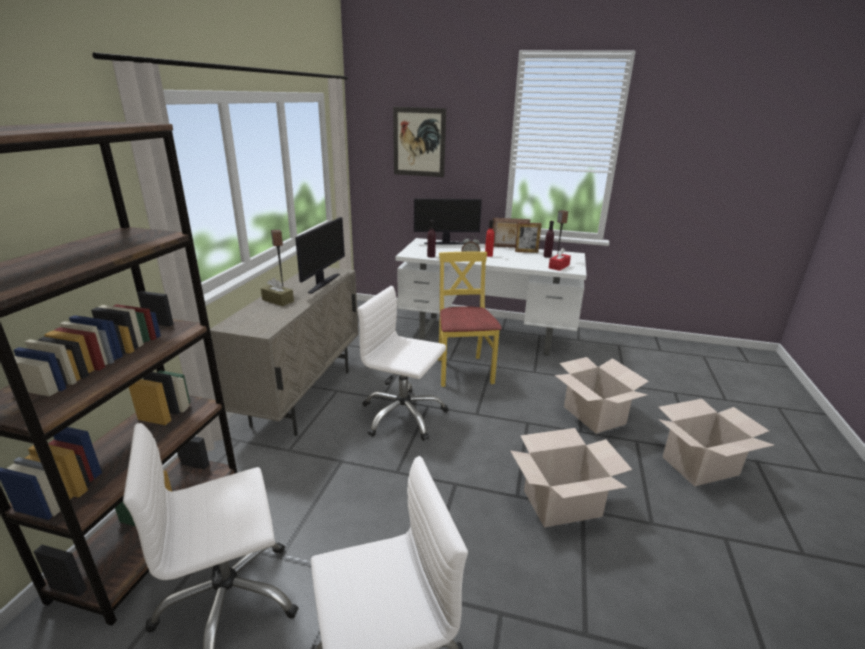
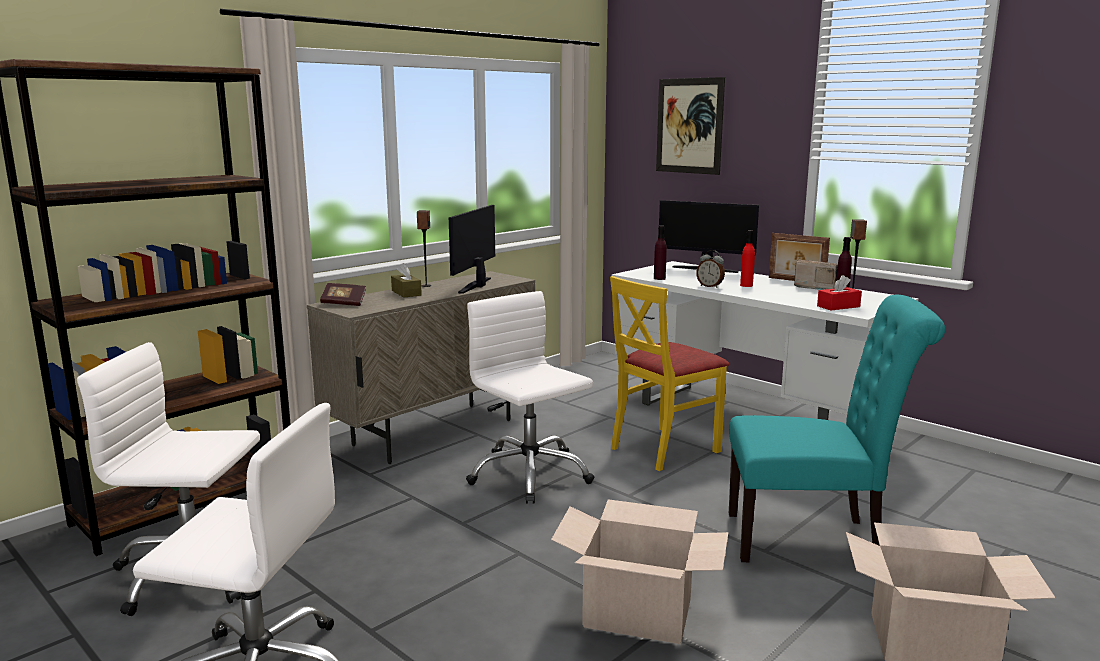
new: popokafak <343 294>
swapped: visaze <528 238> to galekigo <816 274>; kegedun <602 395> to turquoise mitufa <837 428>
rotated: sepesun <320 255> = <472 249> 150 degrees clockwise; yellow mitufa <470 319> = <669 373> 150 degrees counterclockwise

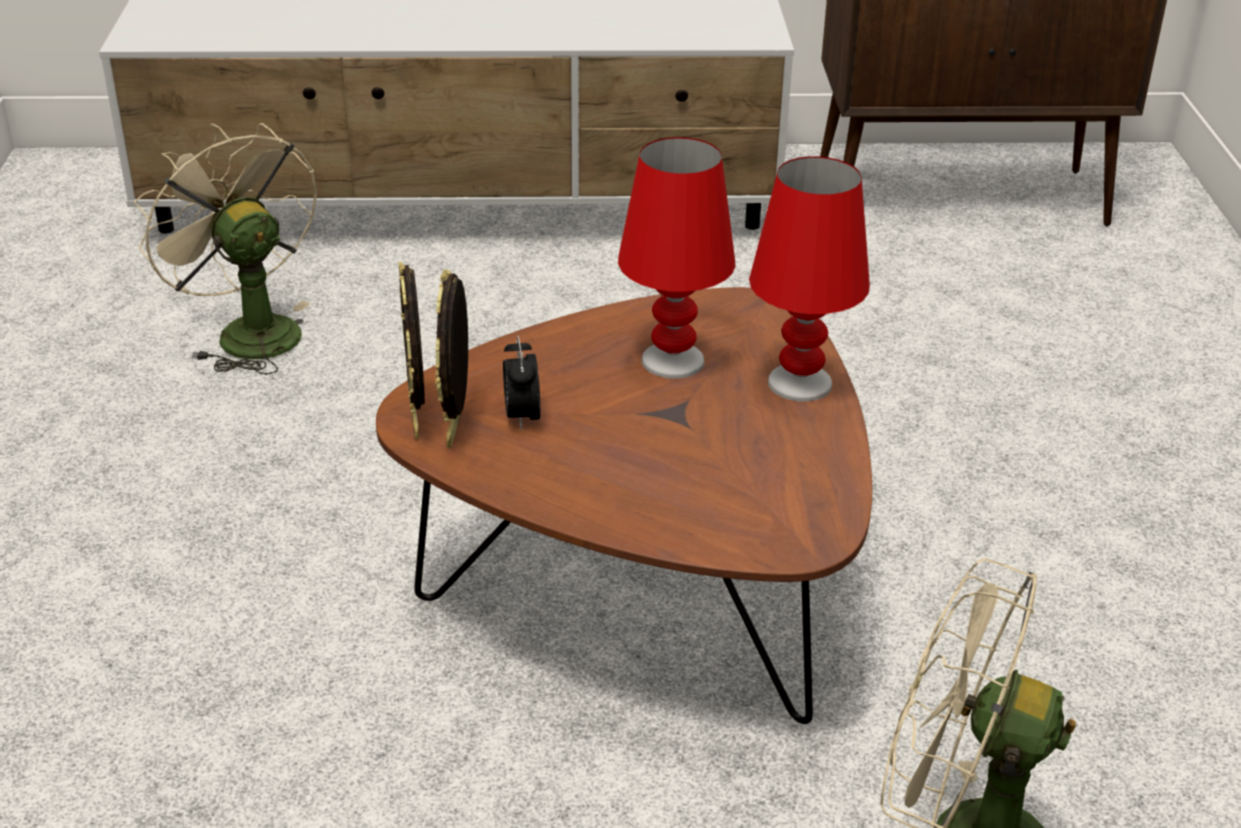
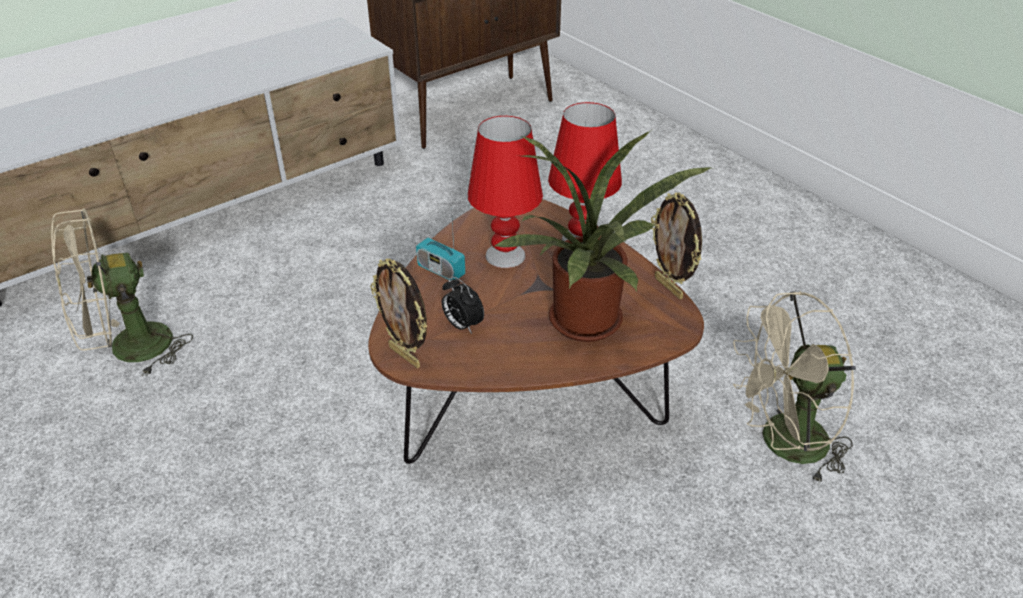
new: galekigo <440 244>; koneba <602 236>
shifted: visaze <451 359> to <676 246>
rotated: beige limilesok <225 249> = <122 293> 45 degrees counterclockwise

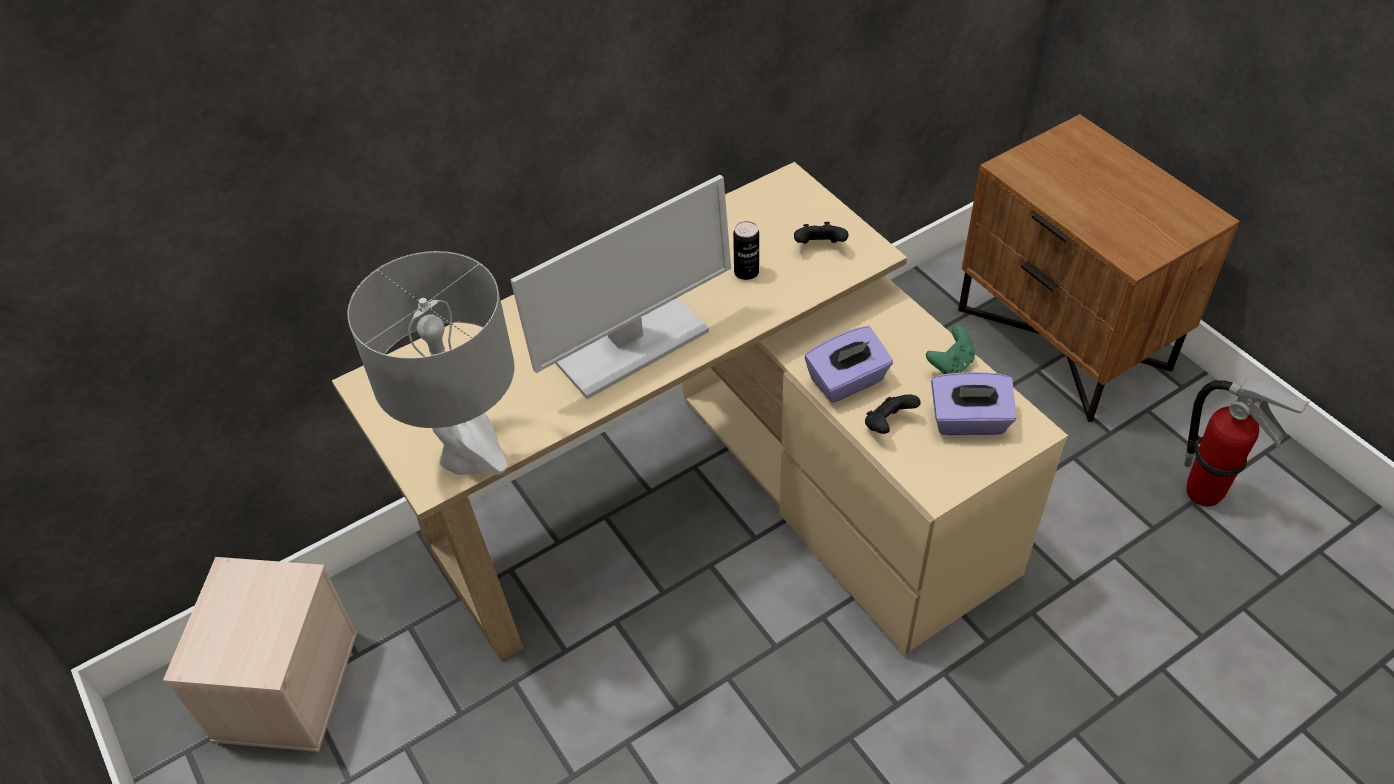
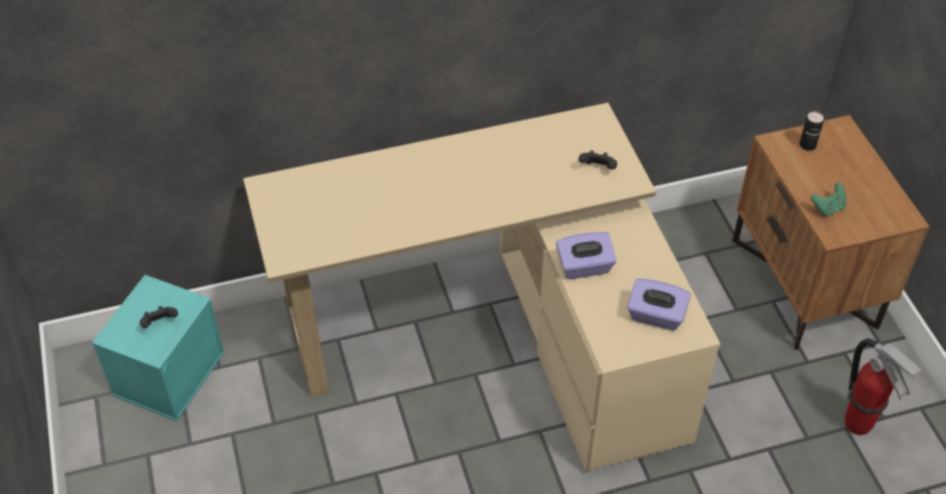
gone: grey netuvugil <431 363>; sepesun <620 287>
shifted: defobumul <746 250> to <811 131>; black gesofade <893 414> to <159 317>; green gesofade <950 349> to <828 199>
repainted: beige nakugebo <260 654> to turquoise nakugebo <158 348>

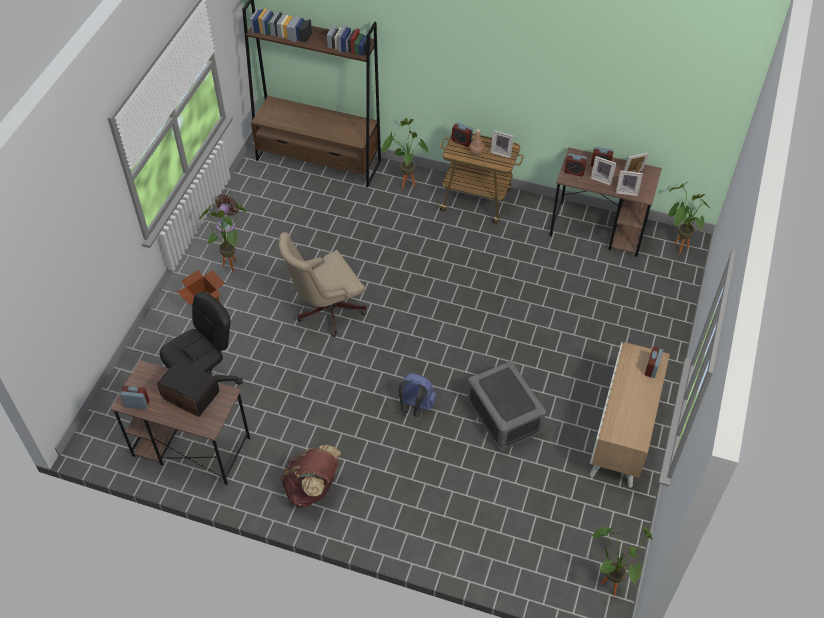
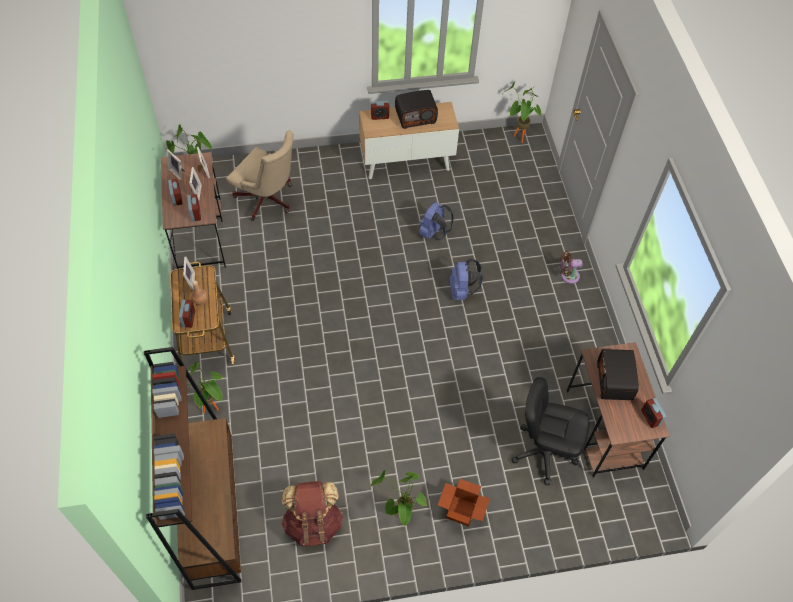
new: galekigo <416 109>
shifted: brown limilesok <227 213> to <571 267>; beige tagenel <323 284> to <260 175>; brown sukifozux <310 476> to <312 513>
swapped: grey nakugebo <506 406> to blue sukifozux <436 221>

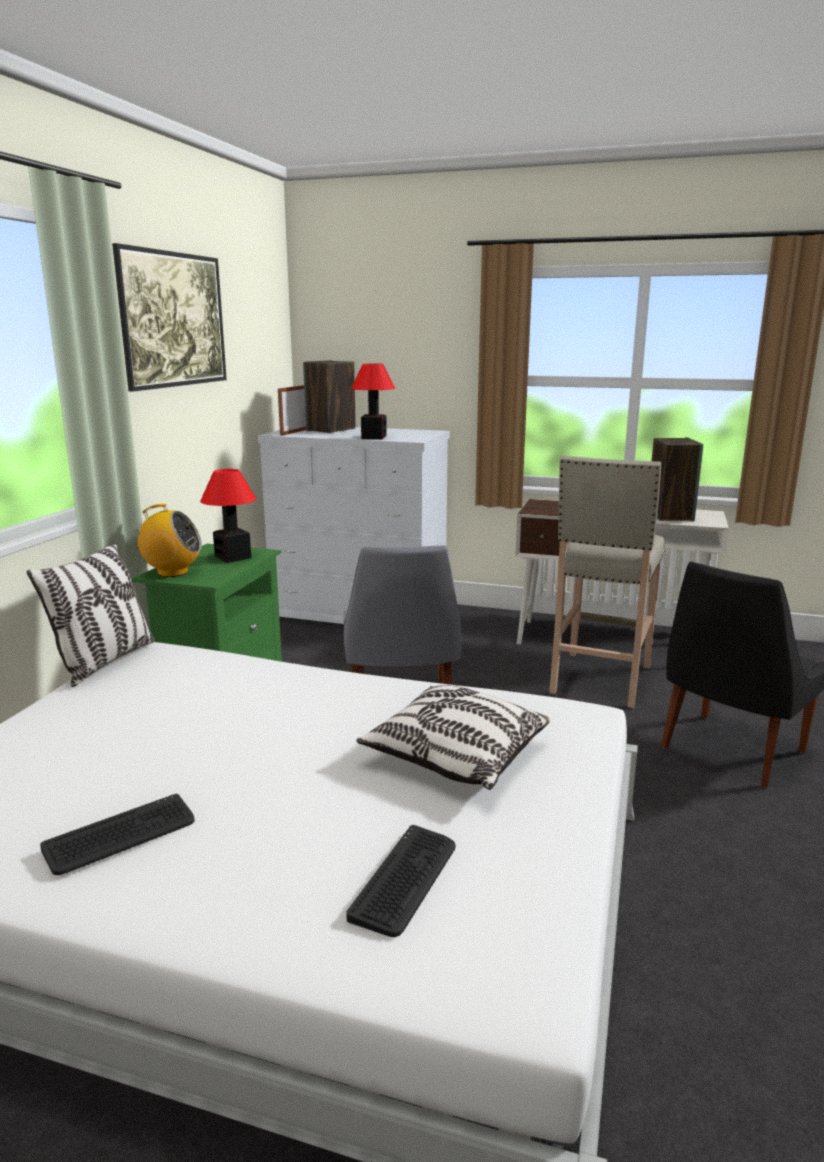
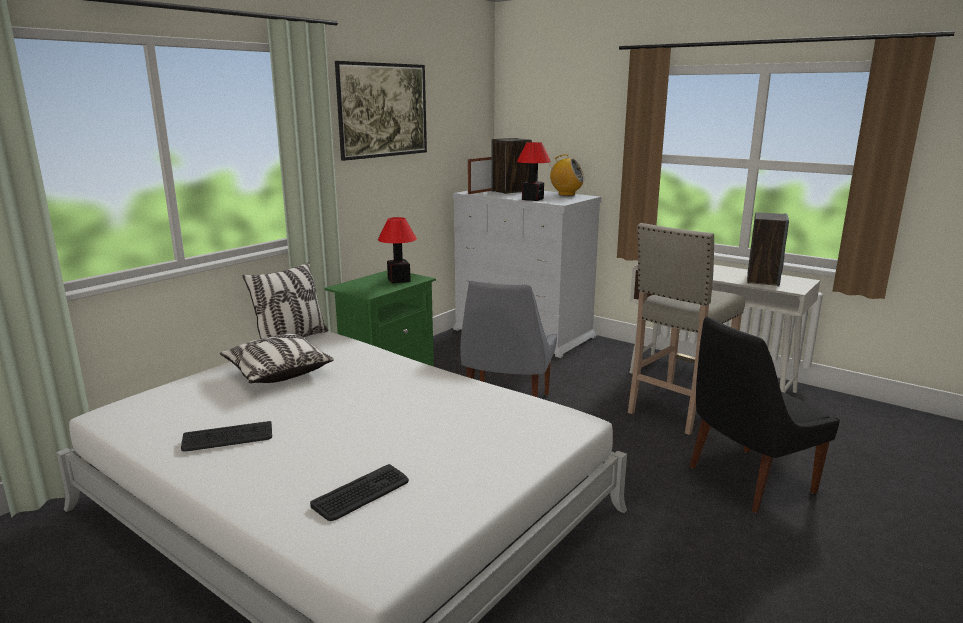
shifted: galekigo <165 540> to <567 175>; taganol <453 737> to <277 358>

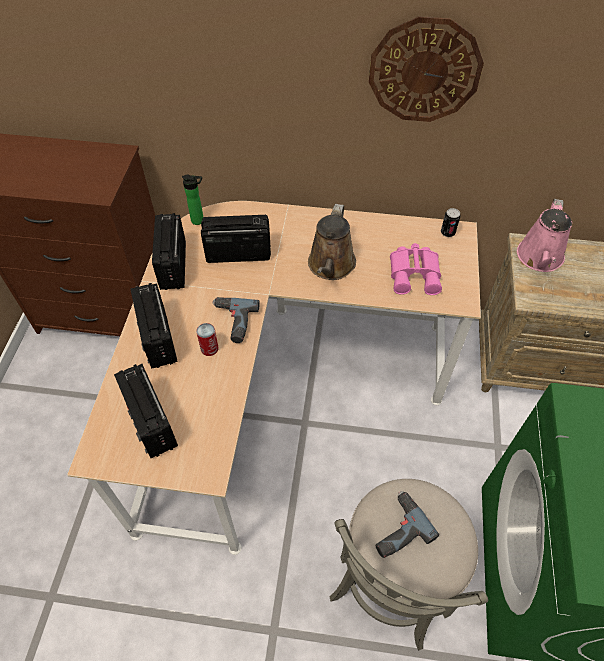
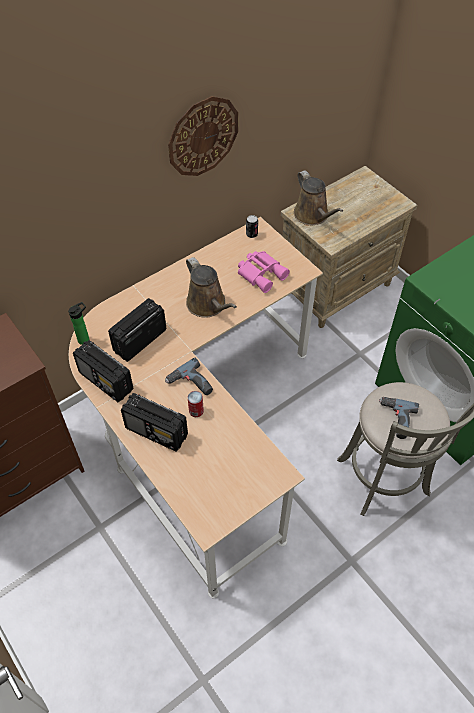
gone: galekigo <146 411>
repainted: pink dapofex <544 235> to brown dapofex <318 197>

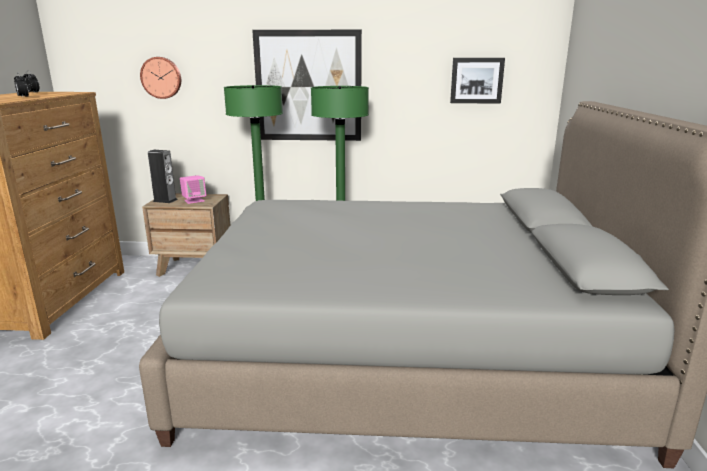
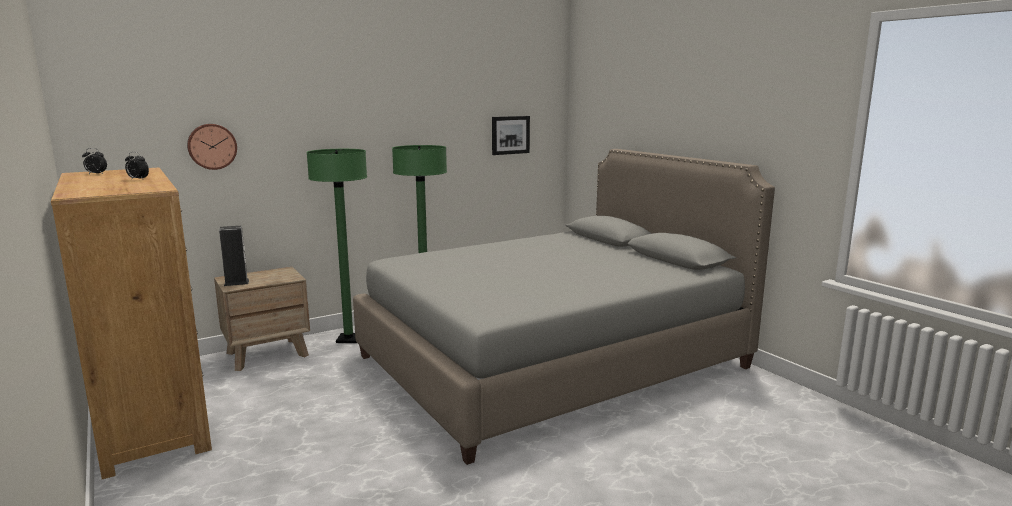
gone: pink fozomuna <193 189>; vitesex <307 85>

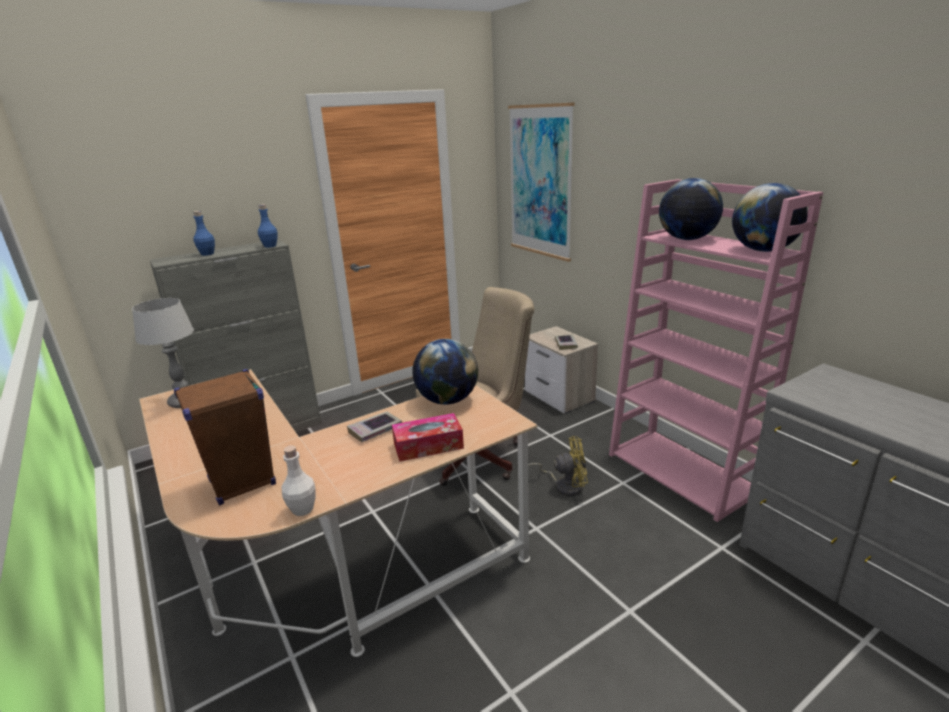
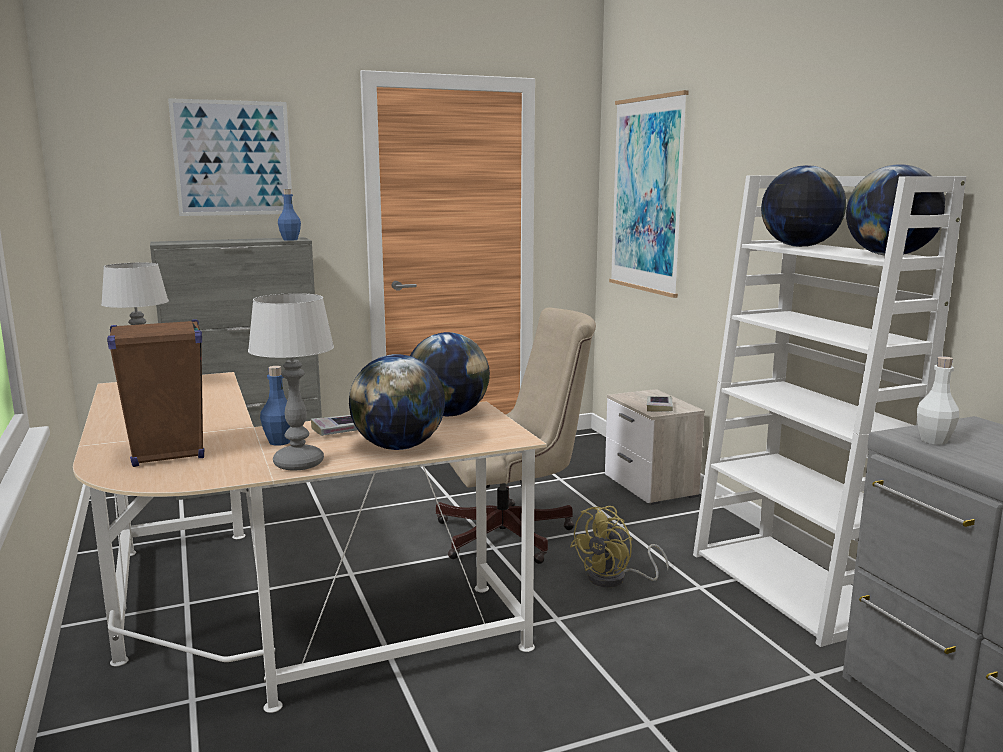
new: vitesex <230 157>; netuvugil <291 382>
shifted: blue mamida <204 233> to <275 406>; white mamida <299 480> to <938 400>
swapped: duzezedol <428 437> to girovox <397 402>
repainted: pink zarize <716 350> to white zarize <829 411>
rotated: yellow limilesok <558 466> = <619 547> 120 degrees clockwise

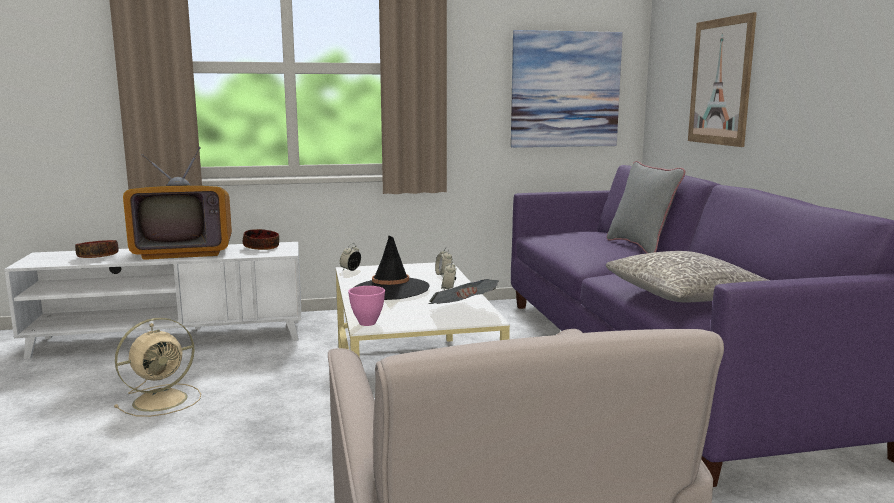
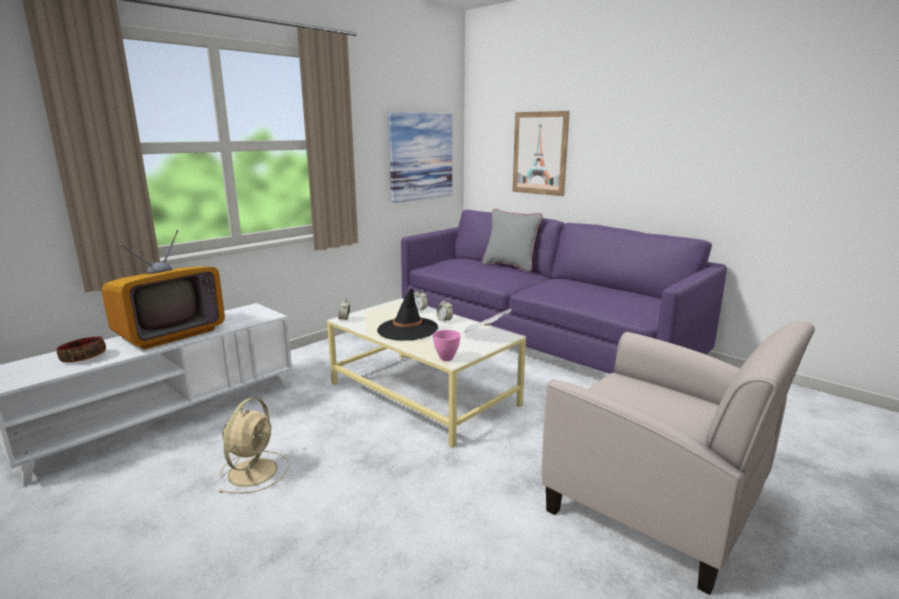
gone: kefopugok <261 239>; grey taganol <687 276>

